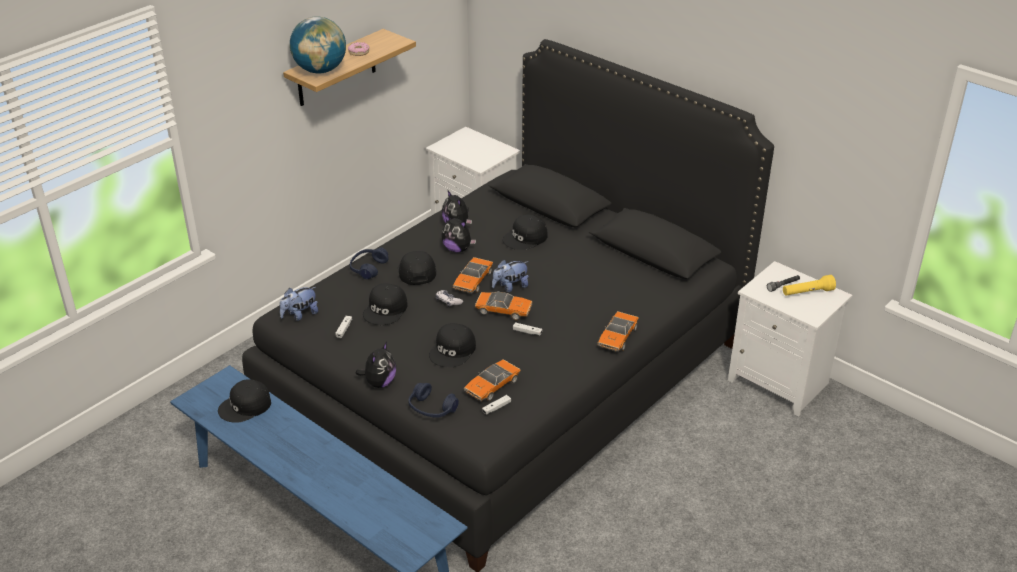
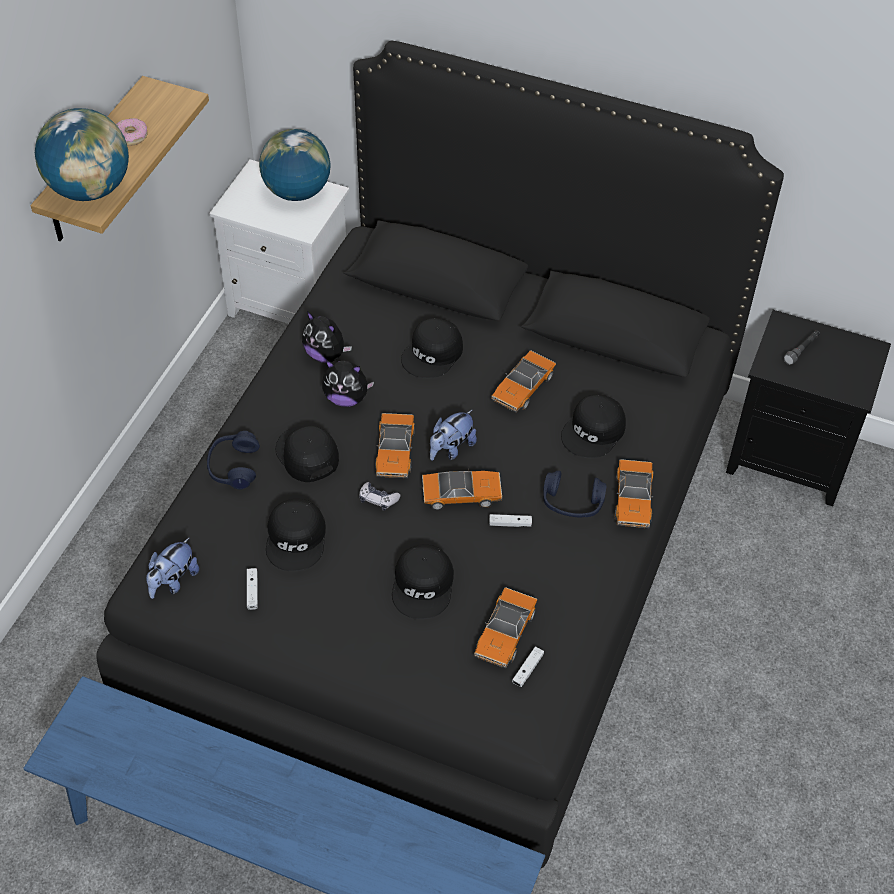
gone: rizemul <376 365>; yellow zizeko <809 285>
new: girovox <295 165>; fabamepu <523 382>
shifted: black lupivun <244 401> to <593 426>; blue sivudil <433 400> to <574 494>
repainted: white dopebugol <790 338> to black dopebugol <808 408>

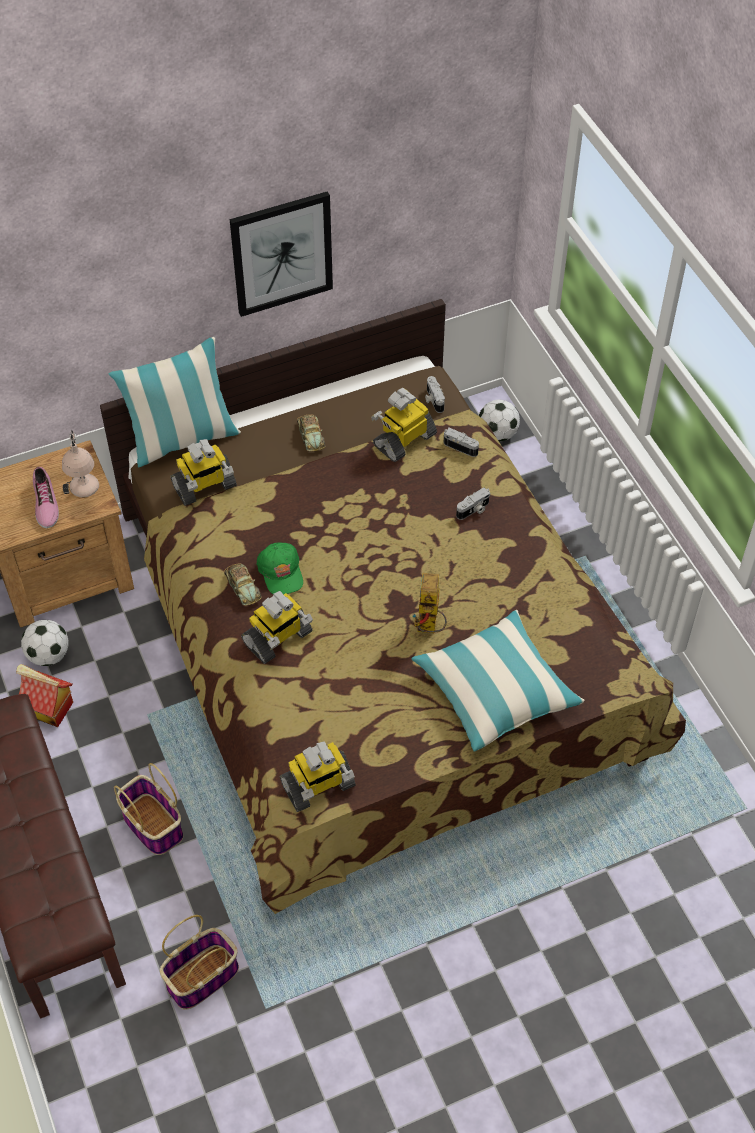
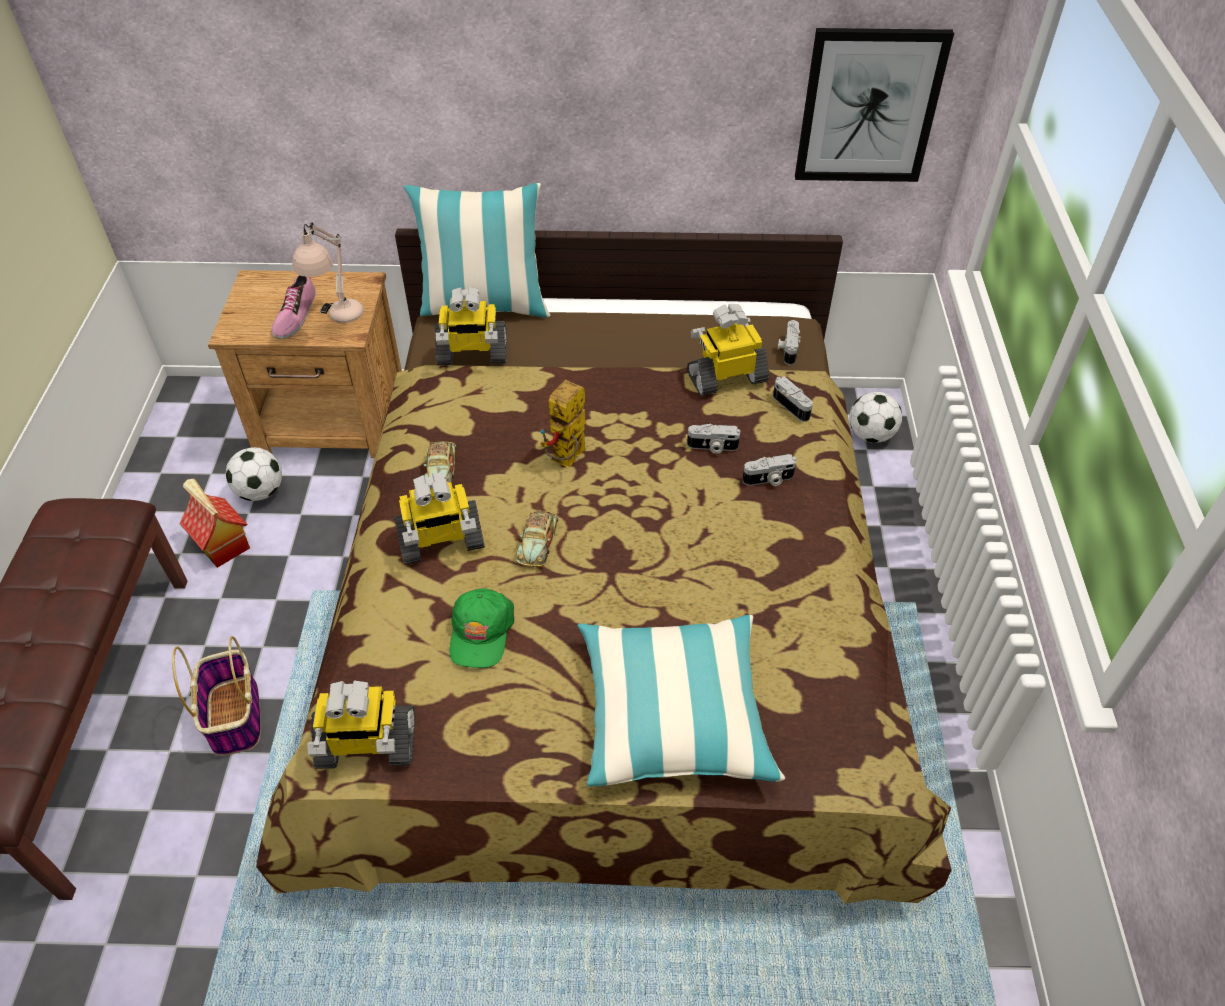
gone: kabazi <199 962>
new: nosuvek <713 439>
shifted: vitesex <281 254> to <874 105>; green lupivun <279 569> to <481 628>; fabamepu <311 433> to <537 538>; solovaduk <429 603> to <563 424>

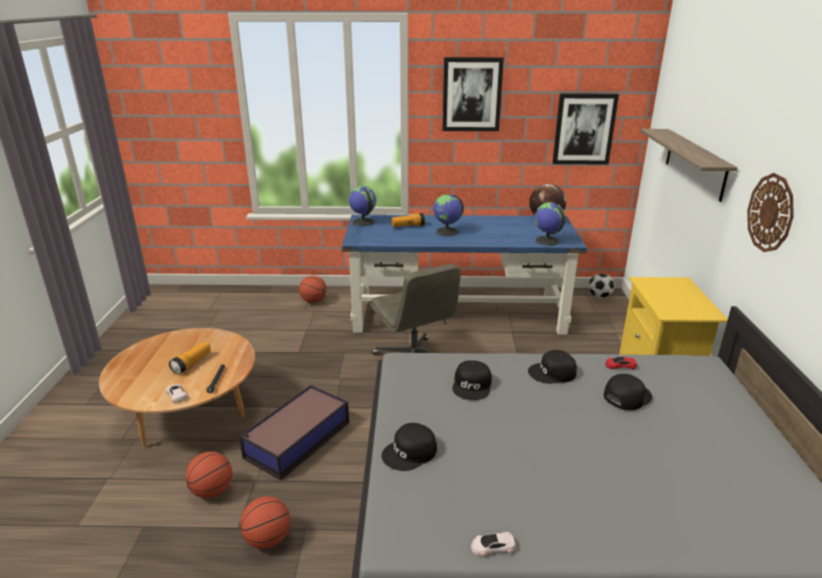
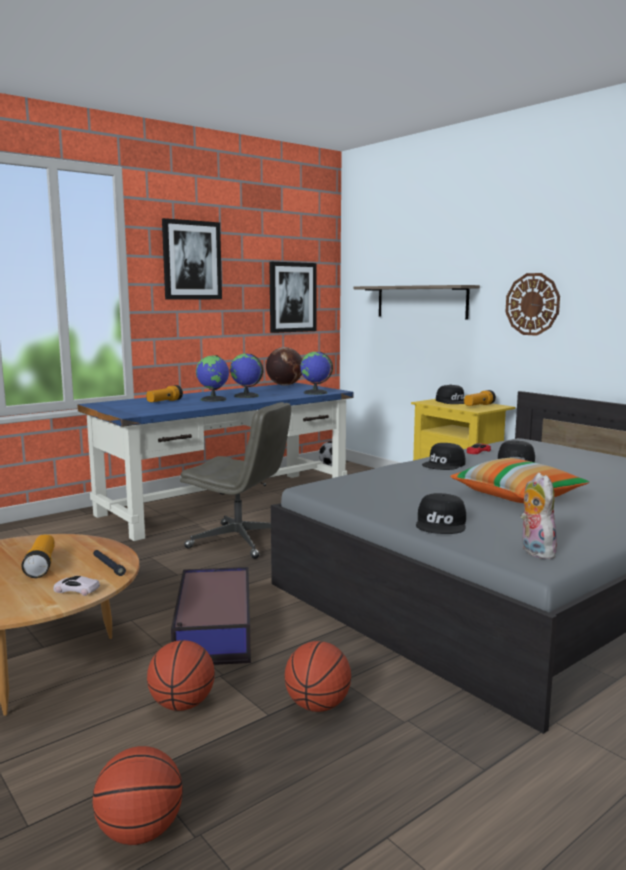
gone: white fabamepu <493 544>
new: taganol <519 480>; zizeko <480 398>; rizemul <539 516>
shifted: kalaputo <313 289> to <137 795>; girovox <362 206> to <246 375>; black lupivun <472 380> to <450 394>

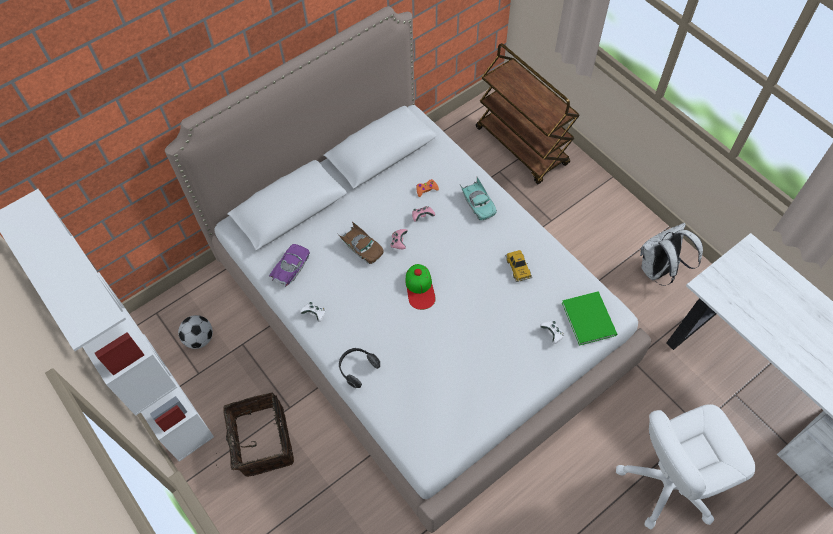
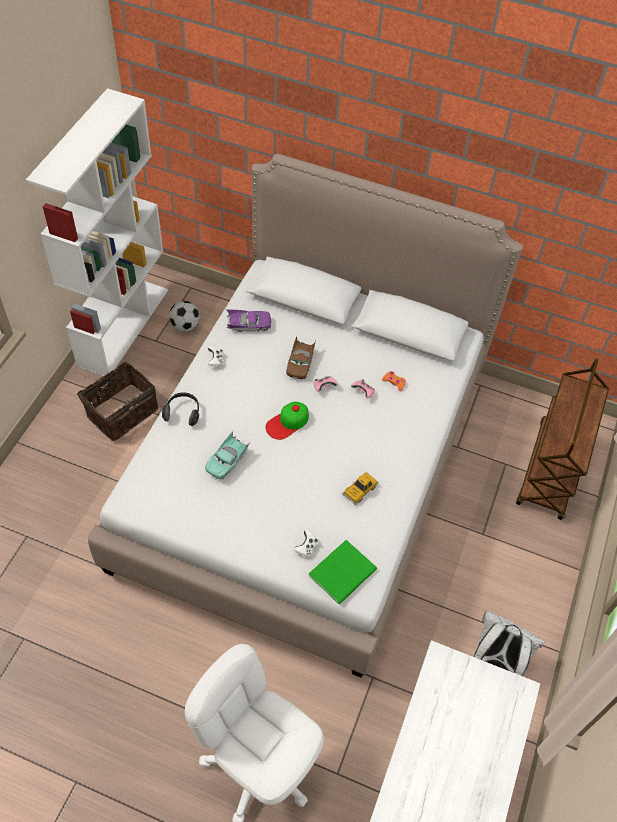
shifted: turquoise fabamepu <478 198> to <228 455>

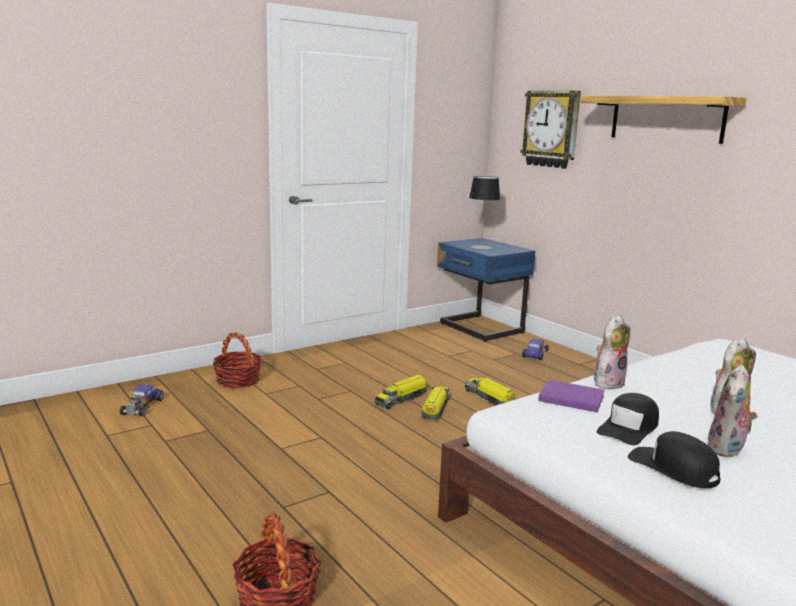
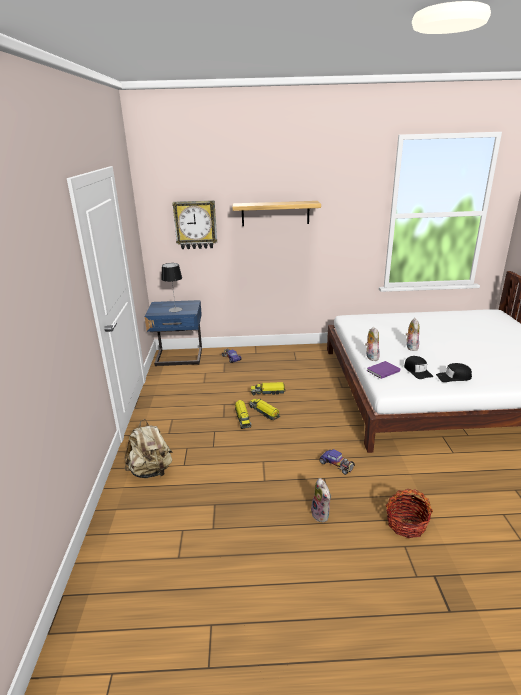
shifted: fabamepu <142 400> to <337 462>; rizemul <732 411> to <321 500>
swapped: kabazi <237 360> to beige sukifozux <148 448>

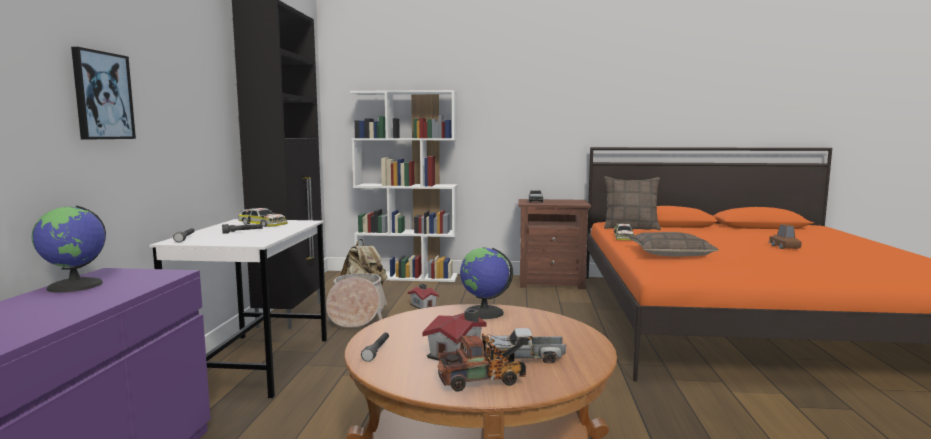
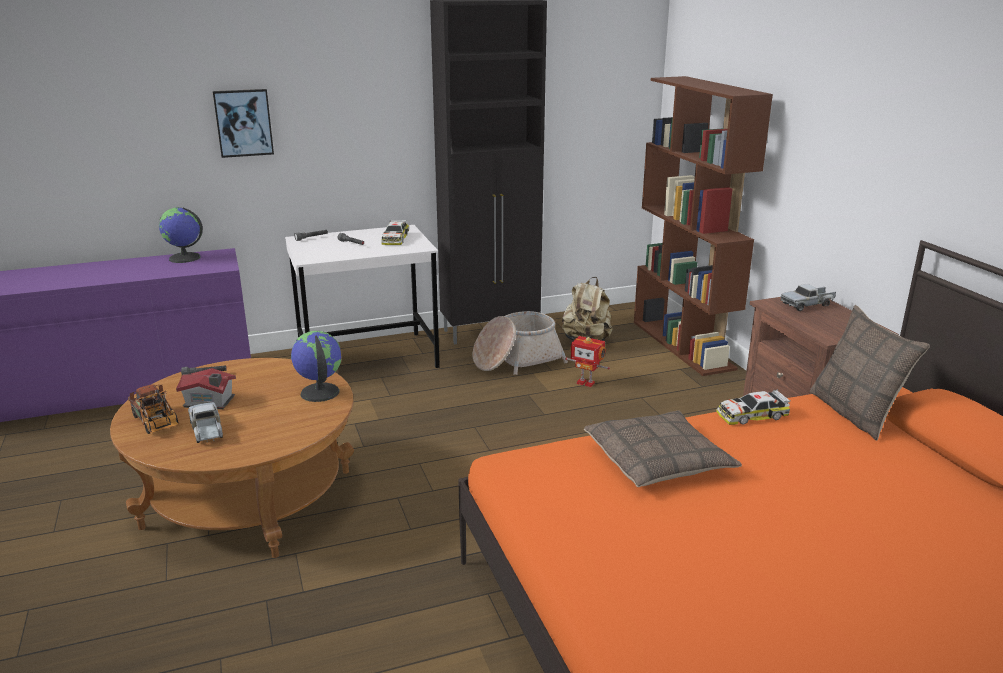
gone: brown fabamepu <785 236>
swapped: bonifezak <423 296> to solovaduk <587 361>
repainted: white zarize <404 186> to brown zarize <703 226>

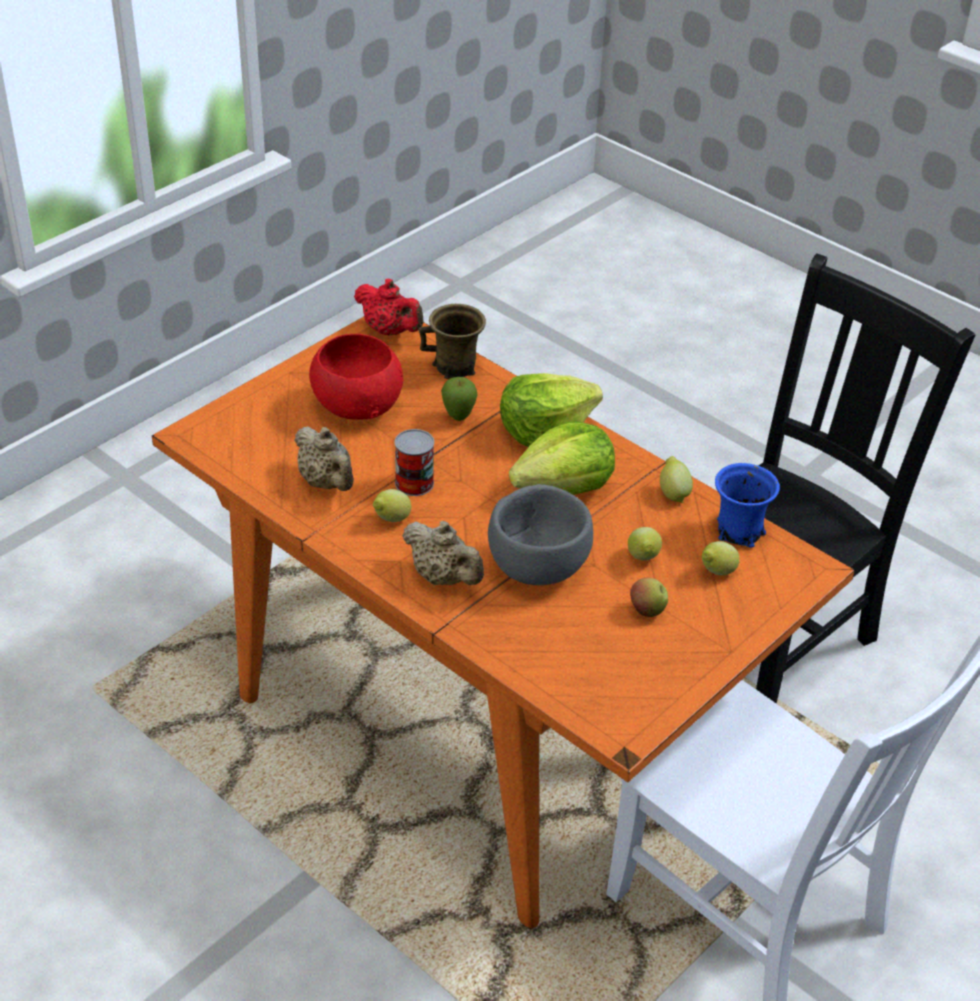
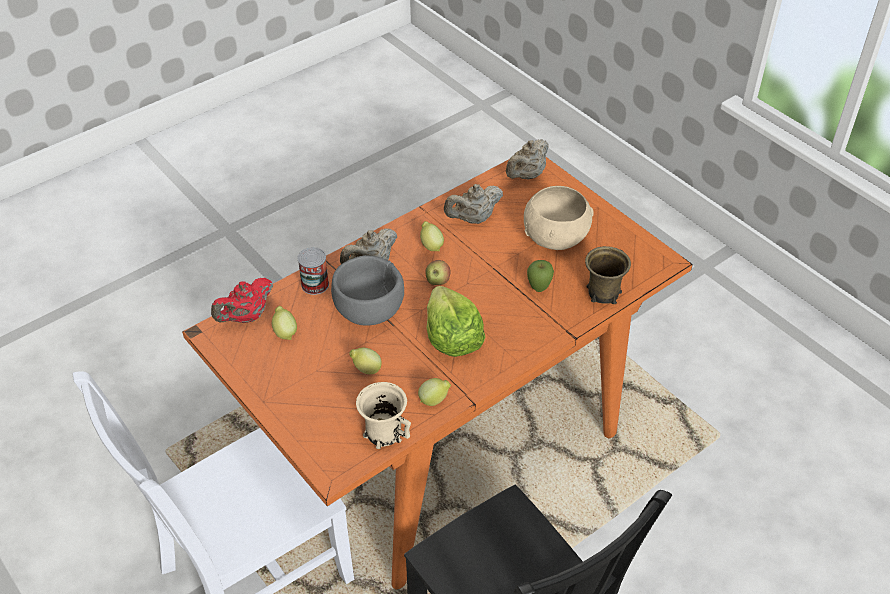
gone: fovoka <551 410>
new: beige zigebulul <527 159>
shifted: red zigebulul <389 307> to <242 300>; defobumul <414 462> to <313 271>; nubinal <649 597> to <437 272>; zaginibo <721 558> to <284 323>
repainted: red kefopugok <356 377> to beige kefopugok <559 218>; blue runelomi <747 505> to beige runelomi <383 415>

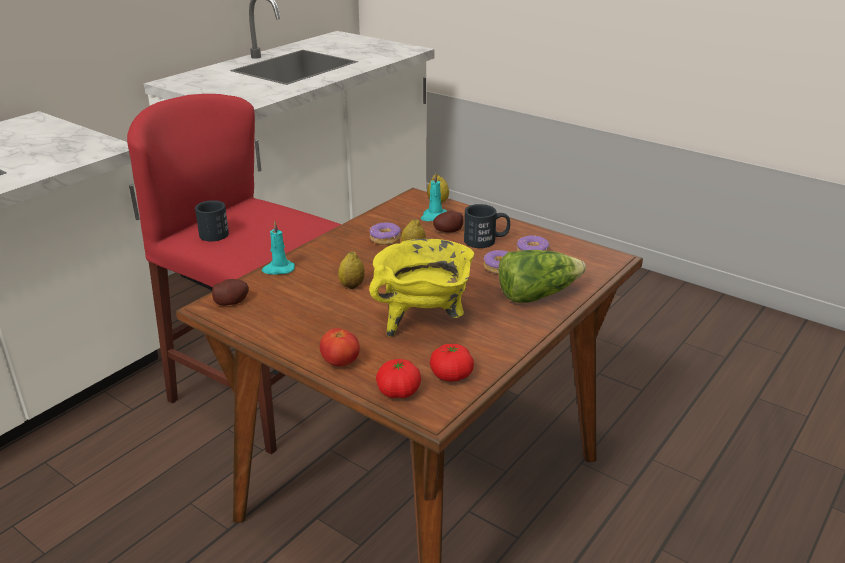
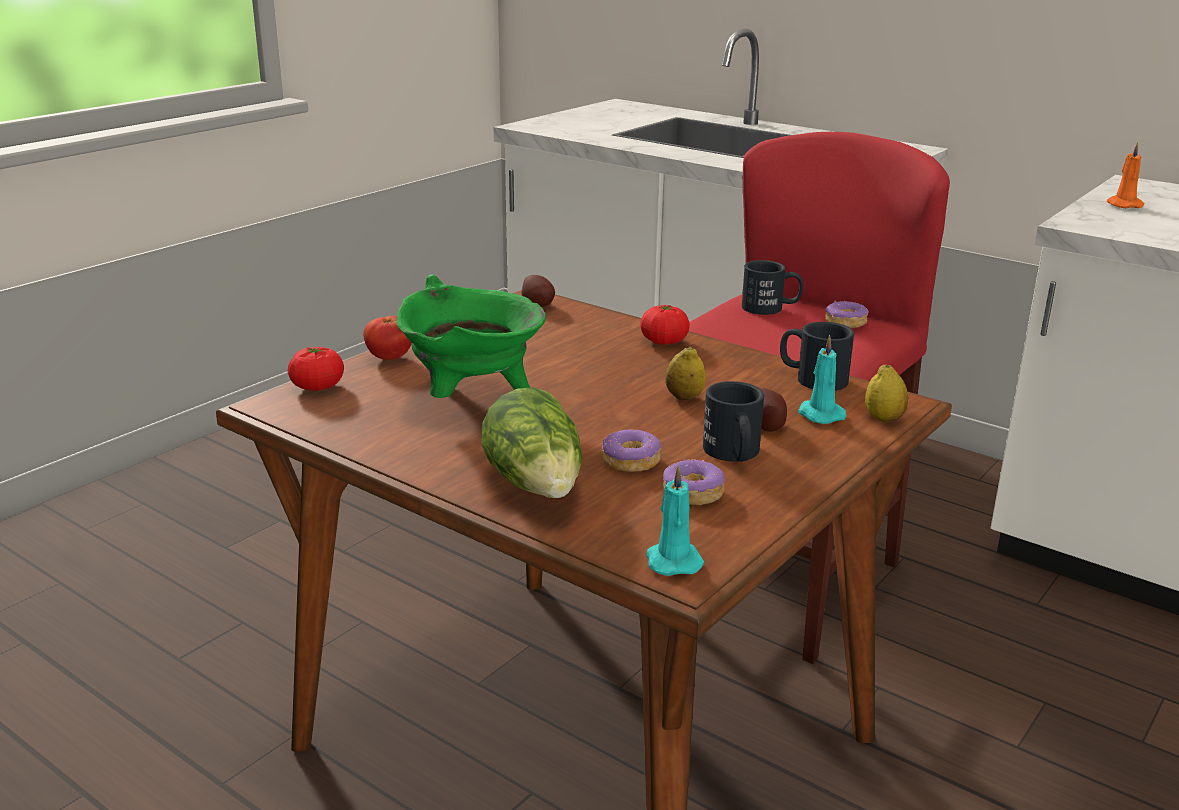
gone: zaginibo <351 270>
new: black runelomi <817 356>; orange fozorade <1125 175>
shifted: turquoise fozorade <278 248> to <675 520>; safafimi <385 233> to <847 314>; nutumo <452 363> to <665 325>
repainted: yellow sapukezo <421 288> to green sapukezo <471 336>

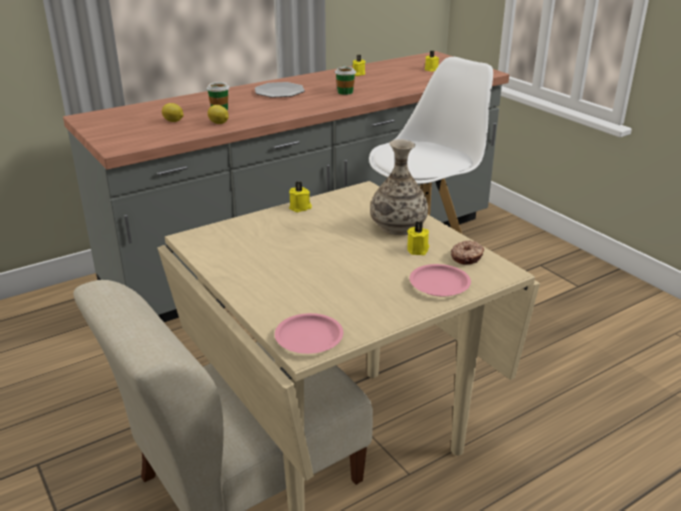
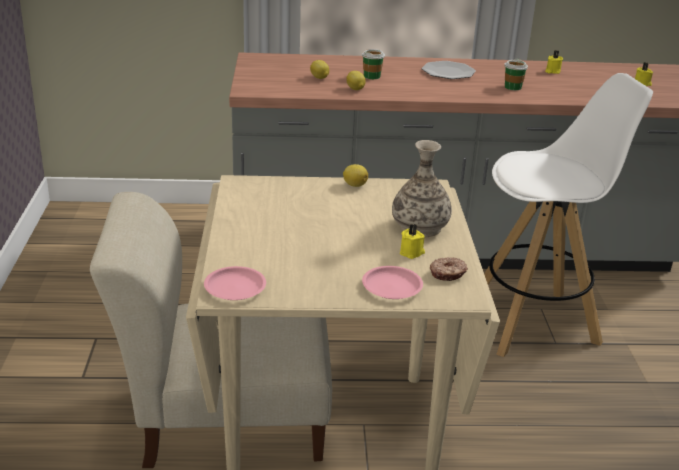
swapped: yellow fozorade <300 196> to zaginibo <355 175>

